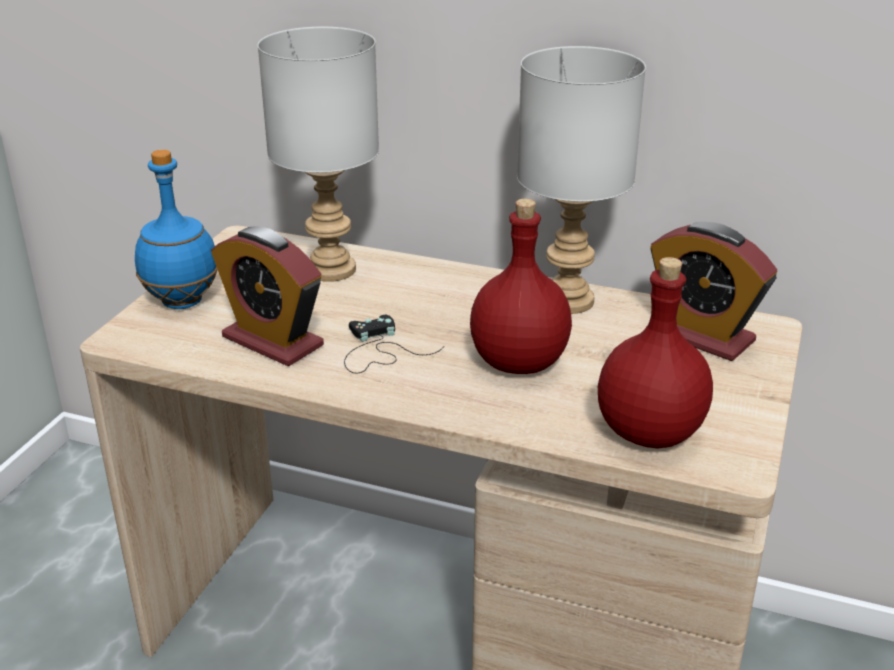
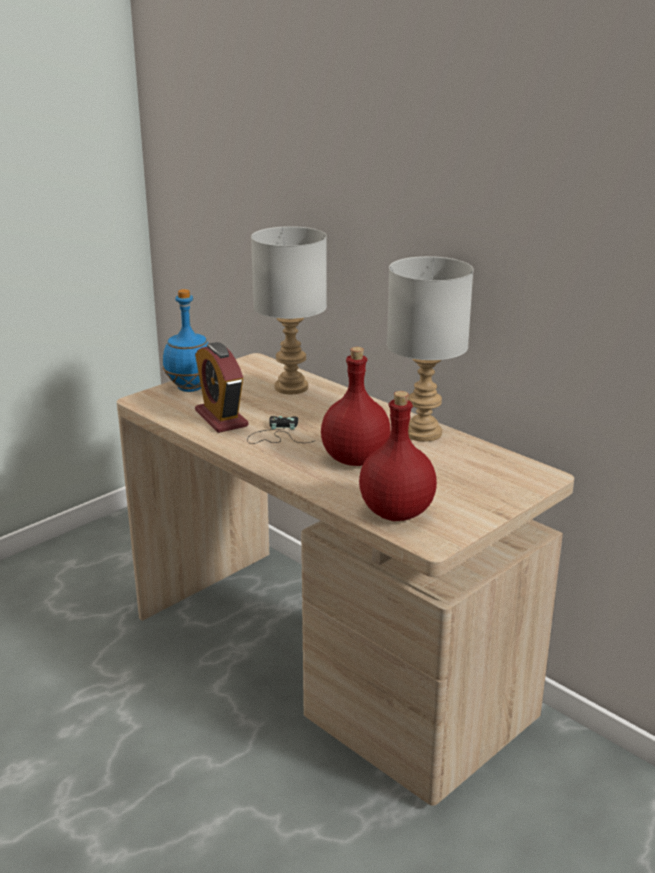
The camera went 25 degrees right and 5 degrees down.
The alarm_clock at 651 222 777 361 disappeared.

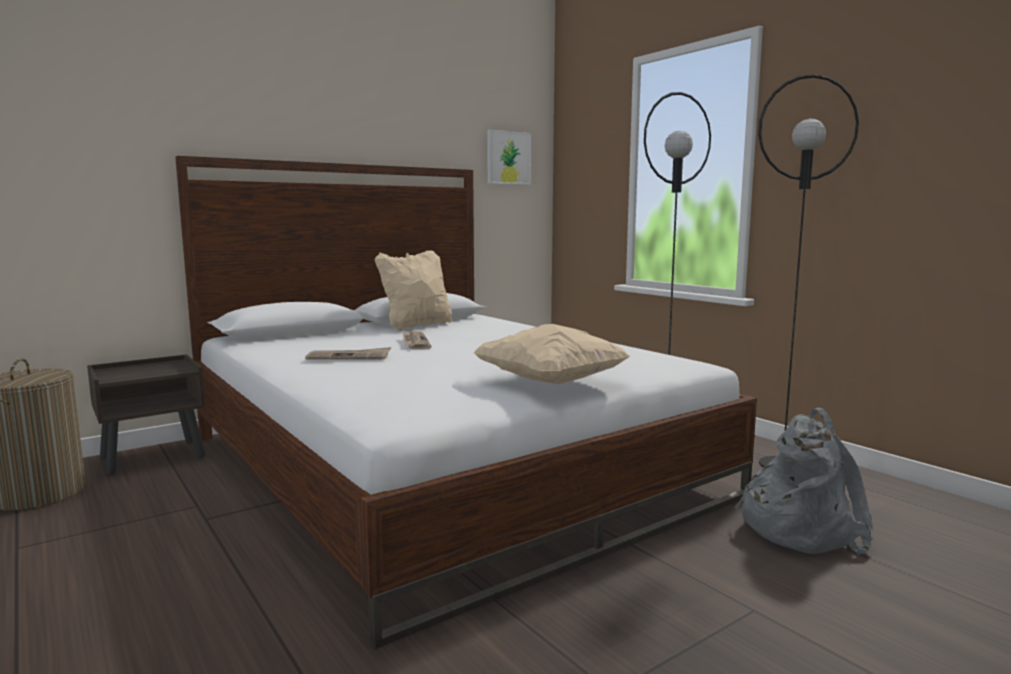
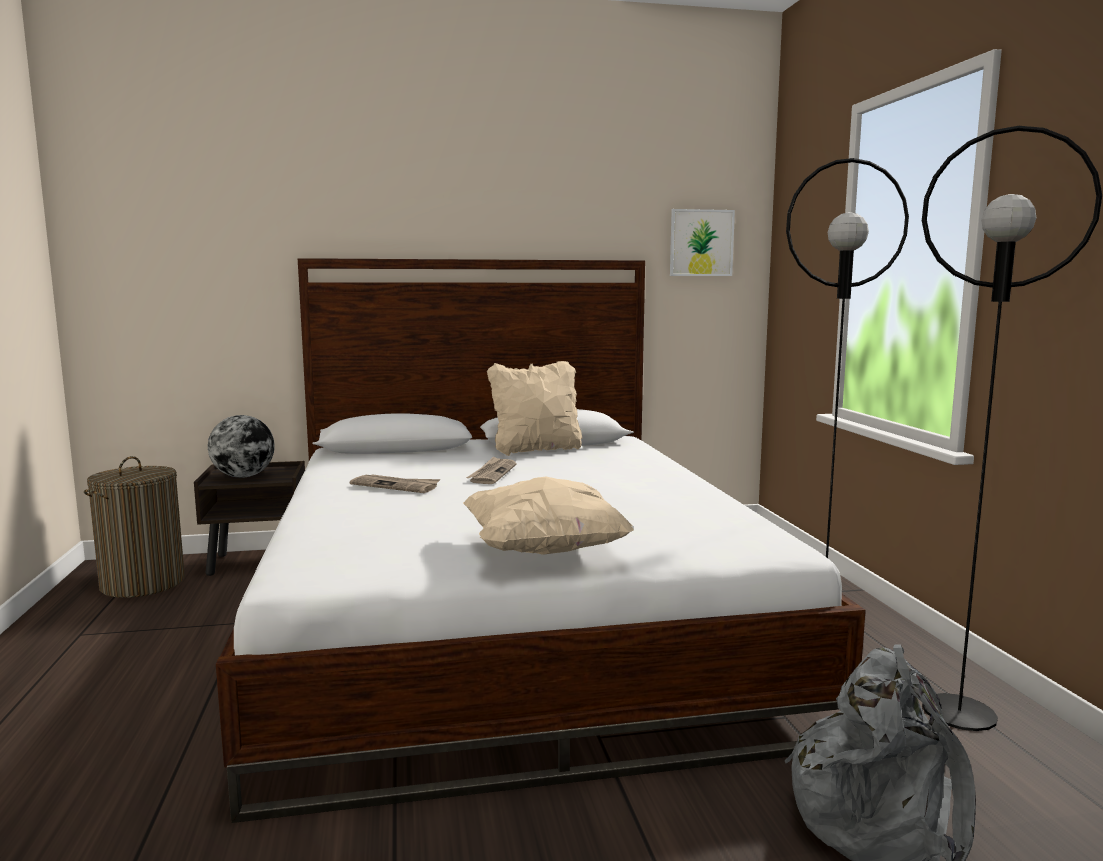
The camera went 25 degrees right and 0 degrees up.
The globe at 208 415 275 478 appeared.

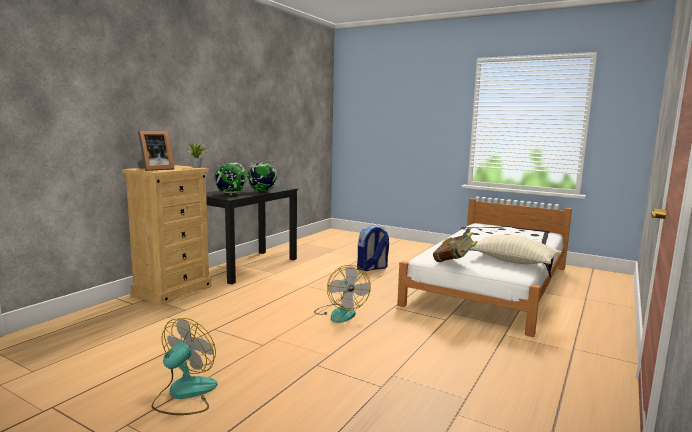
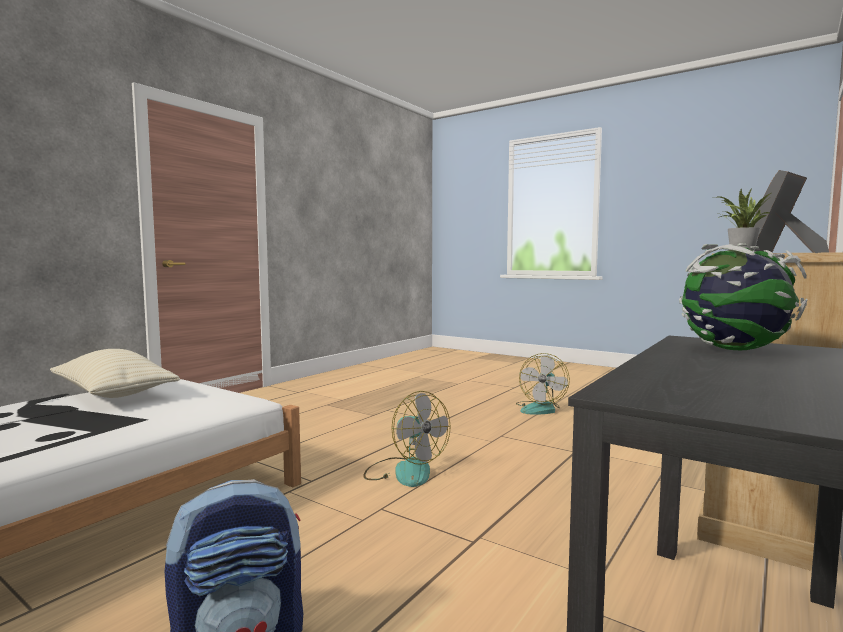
The camera went 175 degrees left and 5 degrees down.
The globe at 247 160 277 192 disappeared.
The fan at 314 265 371 323 turned 150 degrees clockwise.
The book at 433 232 478 262 disappeared.

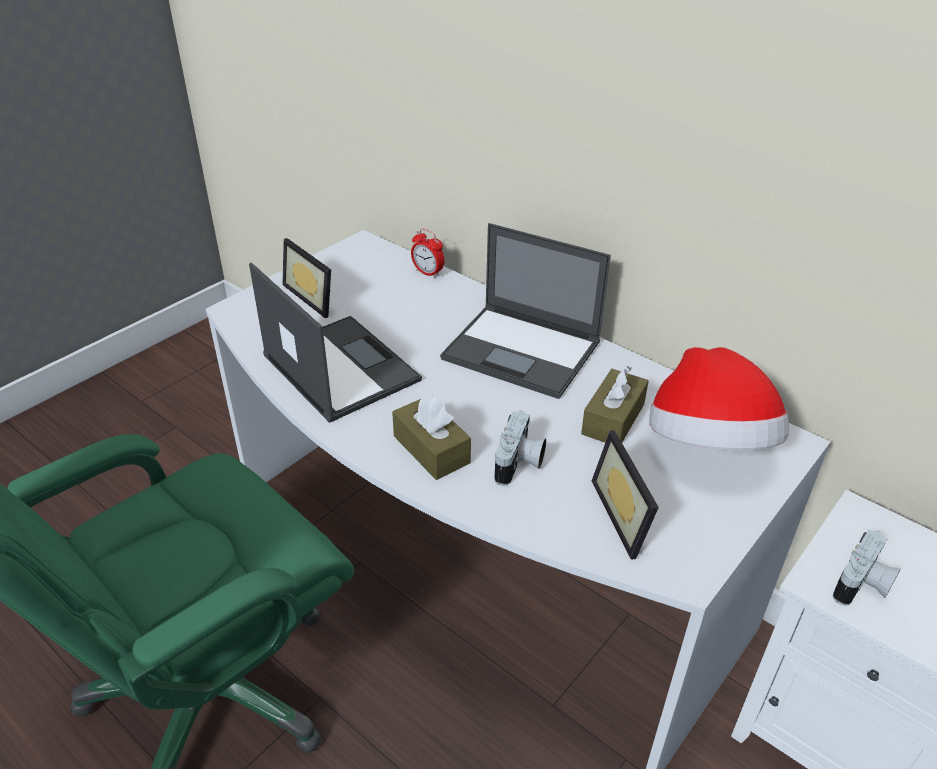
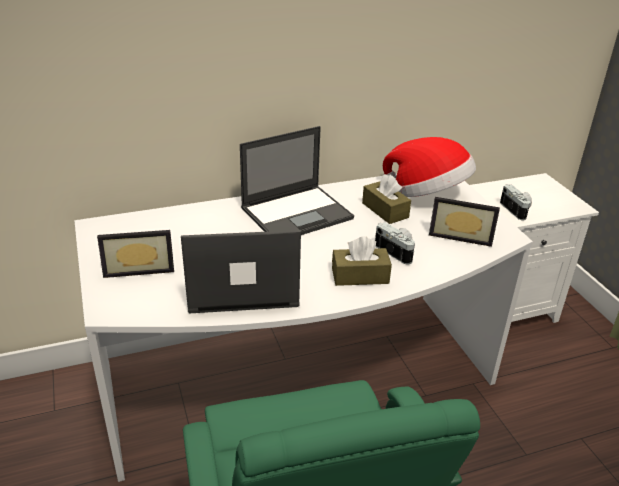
The camera went 60 degrees left and 5 degrees down.
The alarm_clock at 411 228 444 278 disappeared.

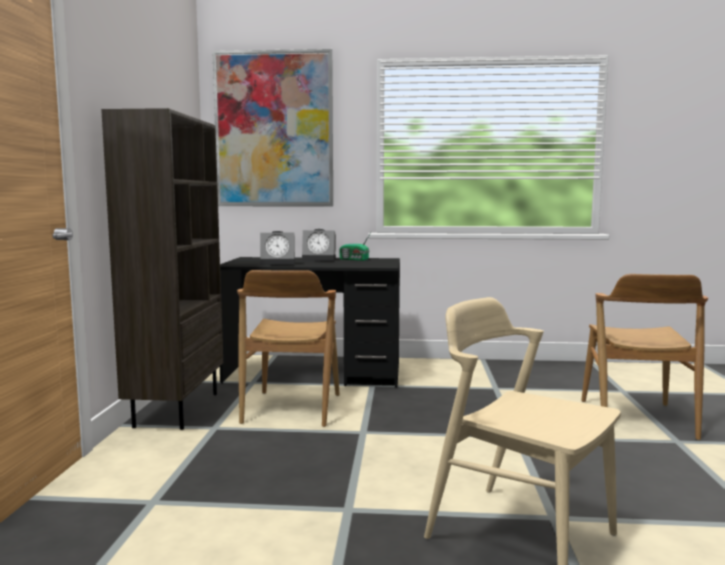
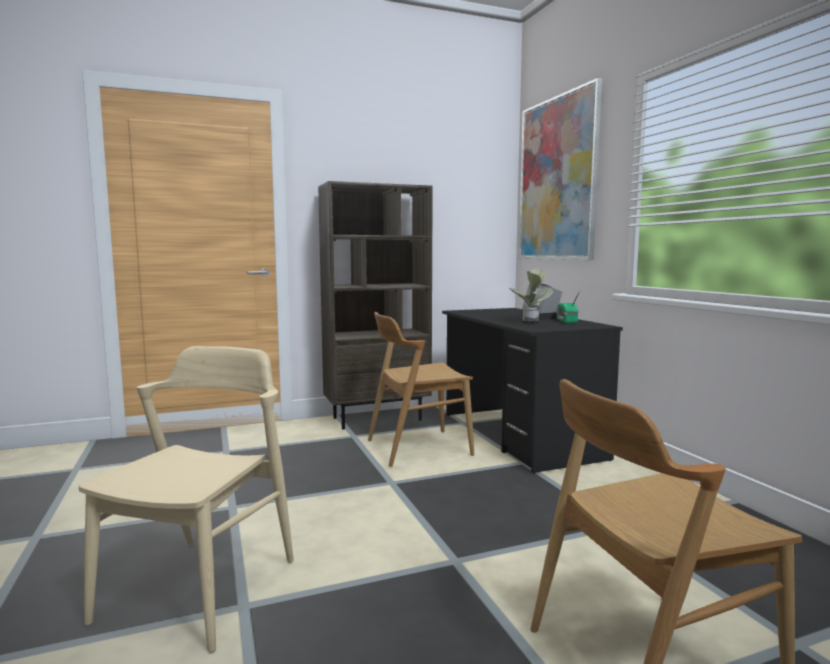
The camera went 65 degrees right and 0 degrees up.
The alarm_clock at 260 231 295 266 disappeared.
The potted_plant at 509 269 553 322 appeared.

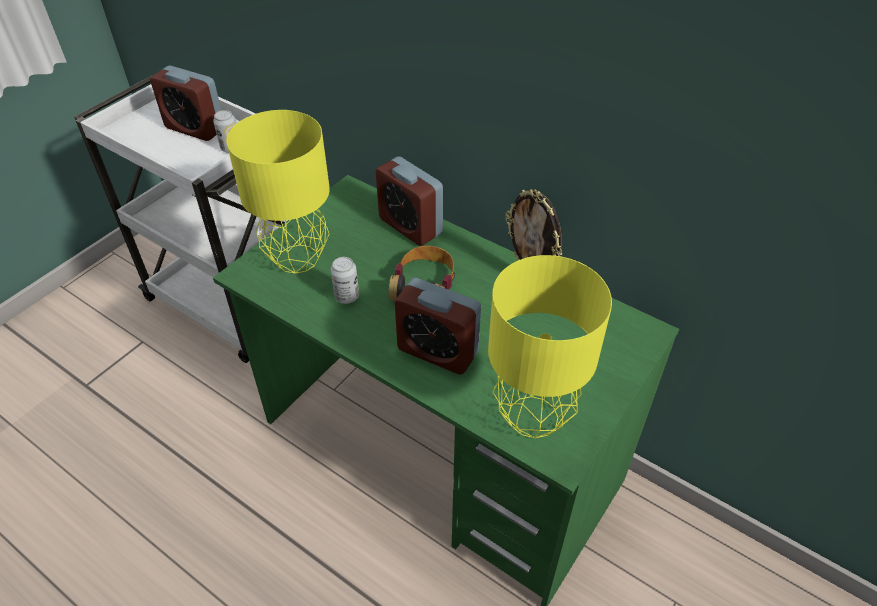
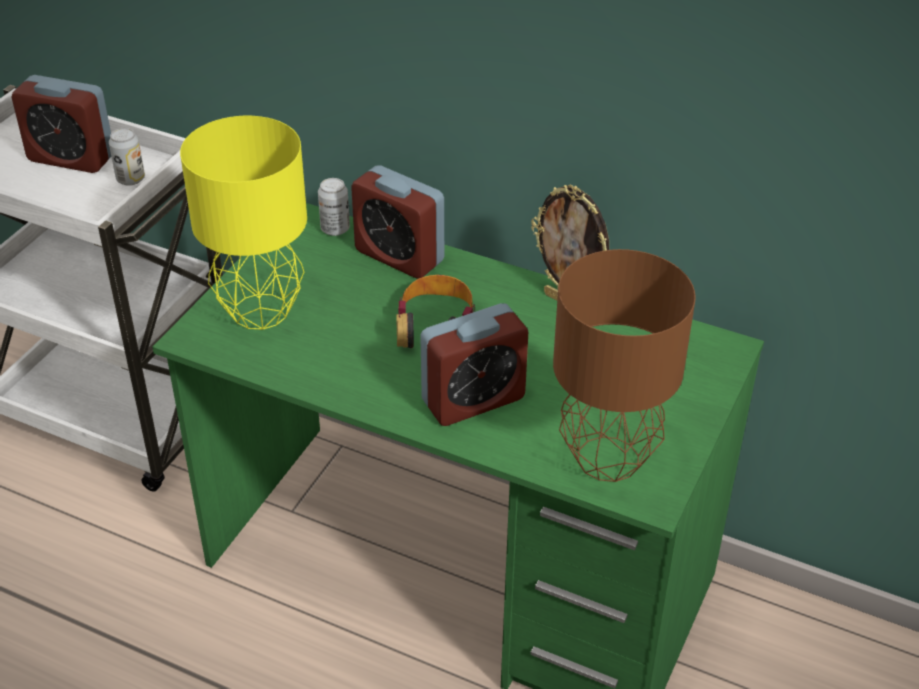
The camera went 10 degrees left and 5 degrees down.
The can moved from 331 257 359 304 to 318 178 350 236.
The alarm_clock at 395 278 481 375 turned 45 degrees counterclockwise.
The yellow_table_lamp at 488 255 612 438 became the brown_table_lamp at 553 249 696 482.

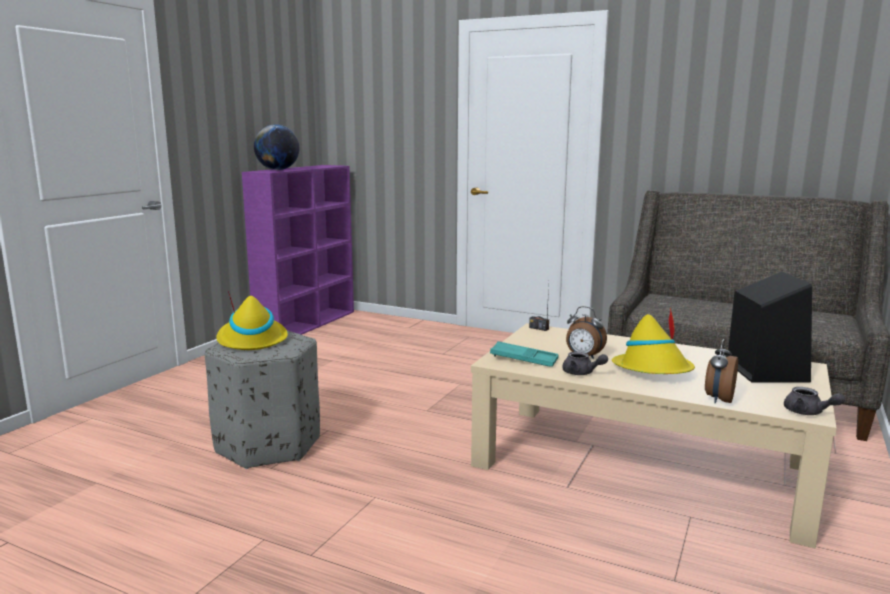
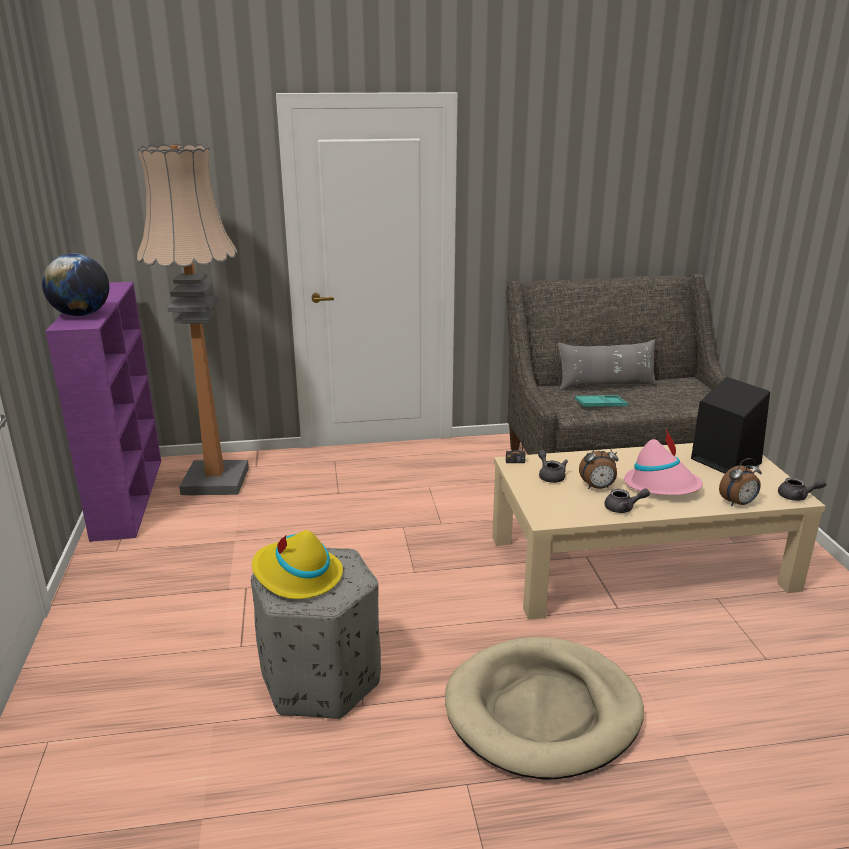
The camera went 35 degrees left and 10 degrees up.
The turquoise_tray moved from 490 341 559 367 to 575 395 628 408.
The yellow_hat at 612 307 695 374 became the pink_hat at 624 429 703 495.
The alarm_clock at 705 339 738 404 turned 105 degrees counterclockwise.
The floor_lamp at 136 144 249 495 appeared.
The beige_dog_bed at 445 637 644 780 appeared.
The grey_teapot at 538 450 568 483 appeared.
The grey_pillow at 558 339 657 391 appeared.

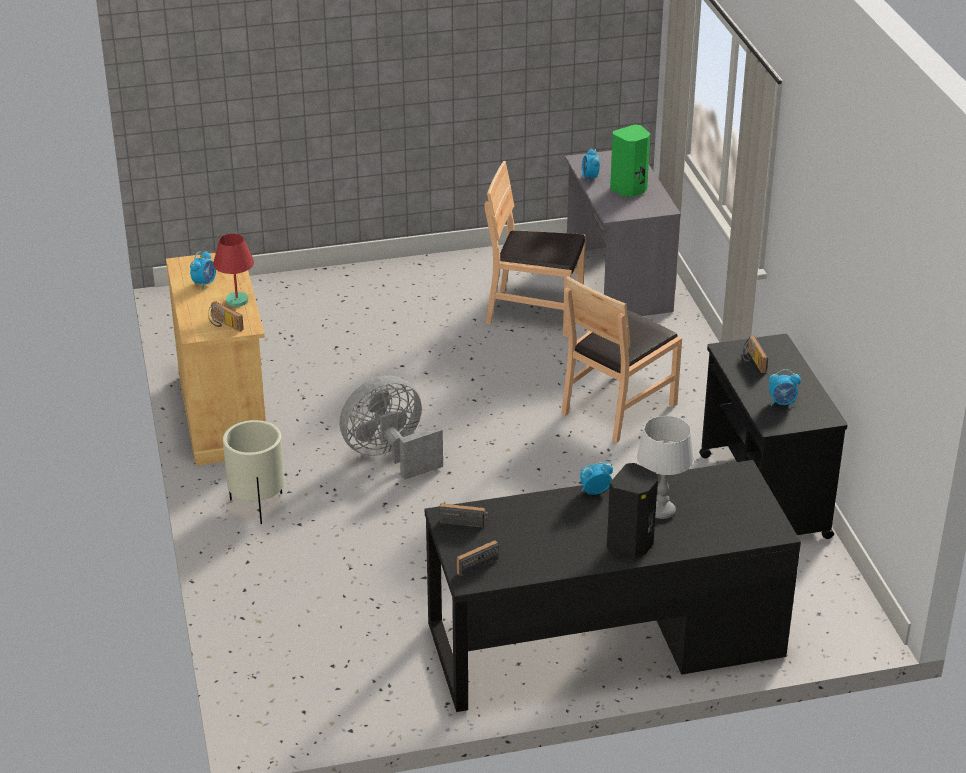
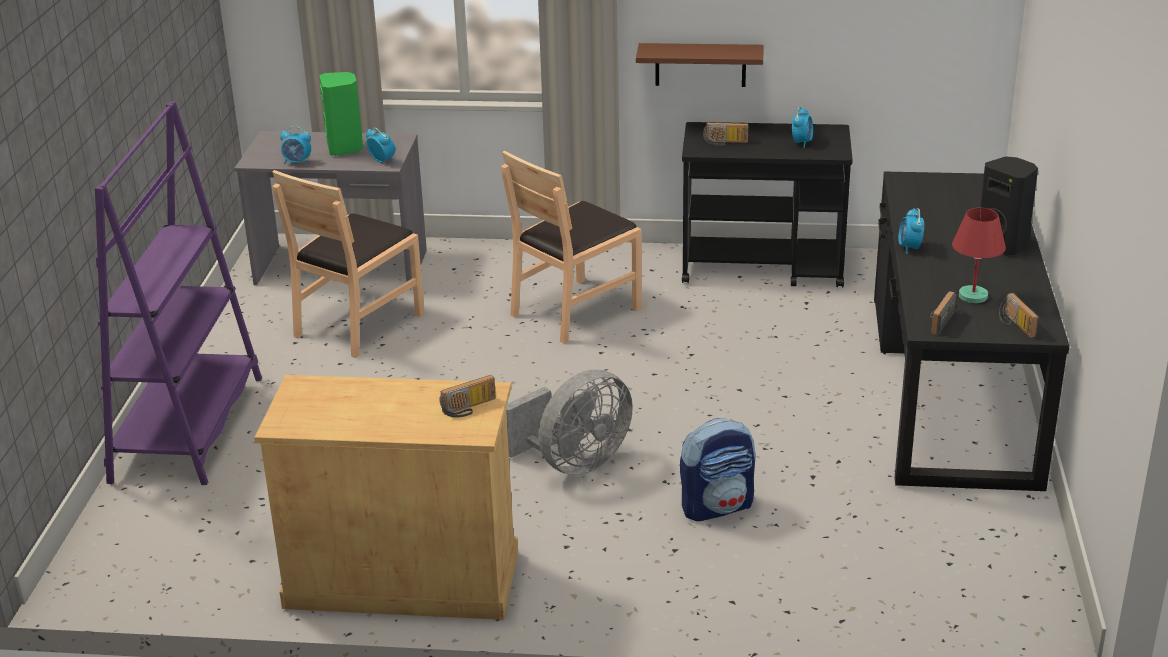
The camera went 70 degrees left and 5 degrees down.
The alarm_clock moved from 190 251 216 290 to 366 128 395 163.
The red_table_lamp moved from 213 234 254 307 to 952 208 1006 303.
The beige_planter at 223 420 285 524 disappeared.
The grey_fan at 340 376 443 480 turned 120 degrees counterclockwise.
The brown_chair at 561 276 682 443 turned 75 degrees clockwise.
The grey_table_lamp at 637 416 694 519 disappeared.
The purple_bookcase at 95 101 262 485 appeared.
The brown_shelf at 636 43 764 87 appeared.
The backpack at 680 418 755 521 appeared.

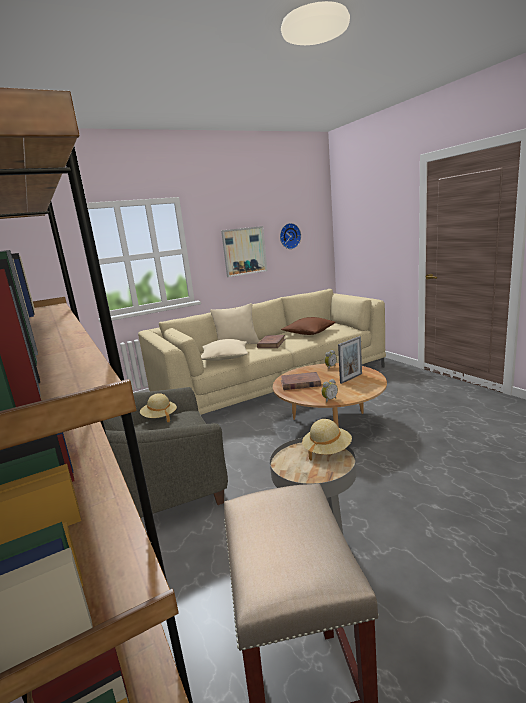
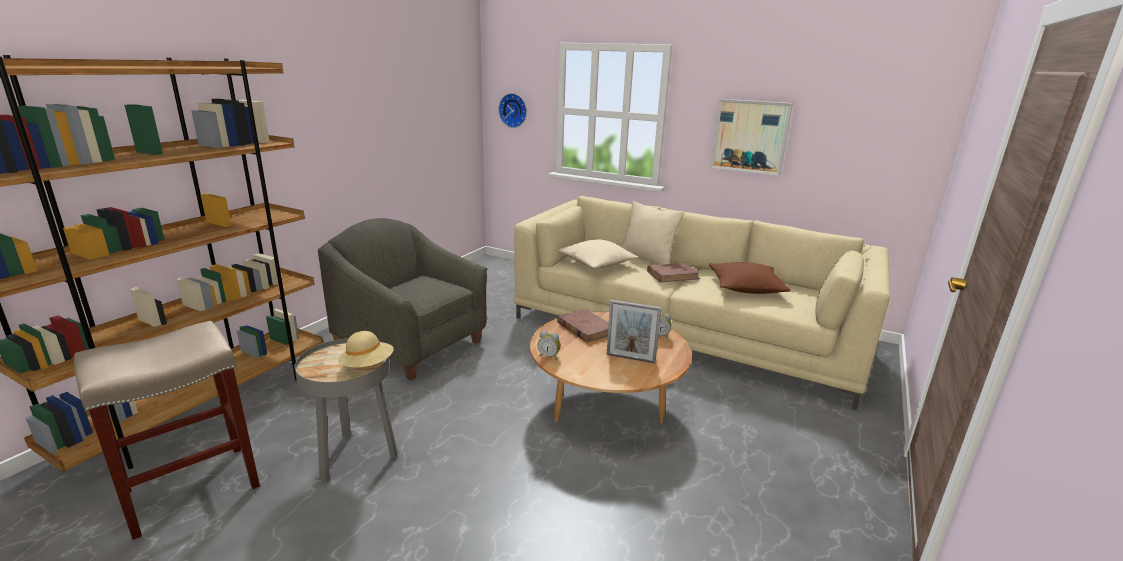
The camera went 55 degrees right and 5 degrees up.
The beige_hat at 140 393 177 422 disappeared.
The wall_clock moved from 280 223 301 249 to 499 93 527 128.

